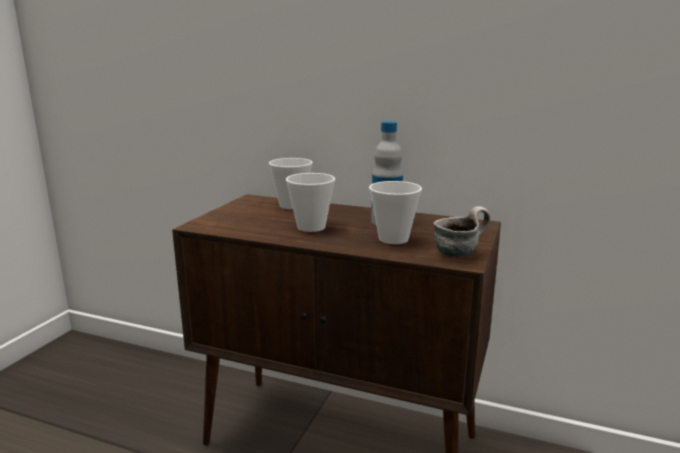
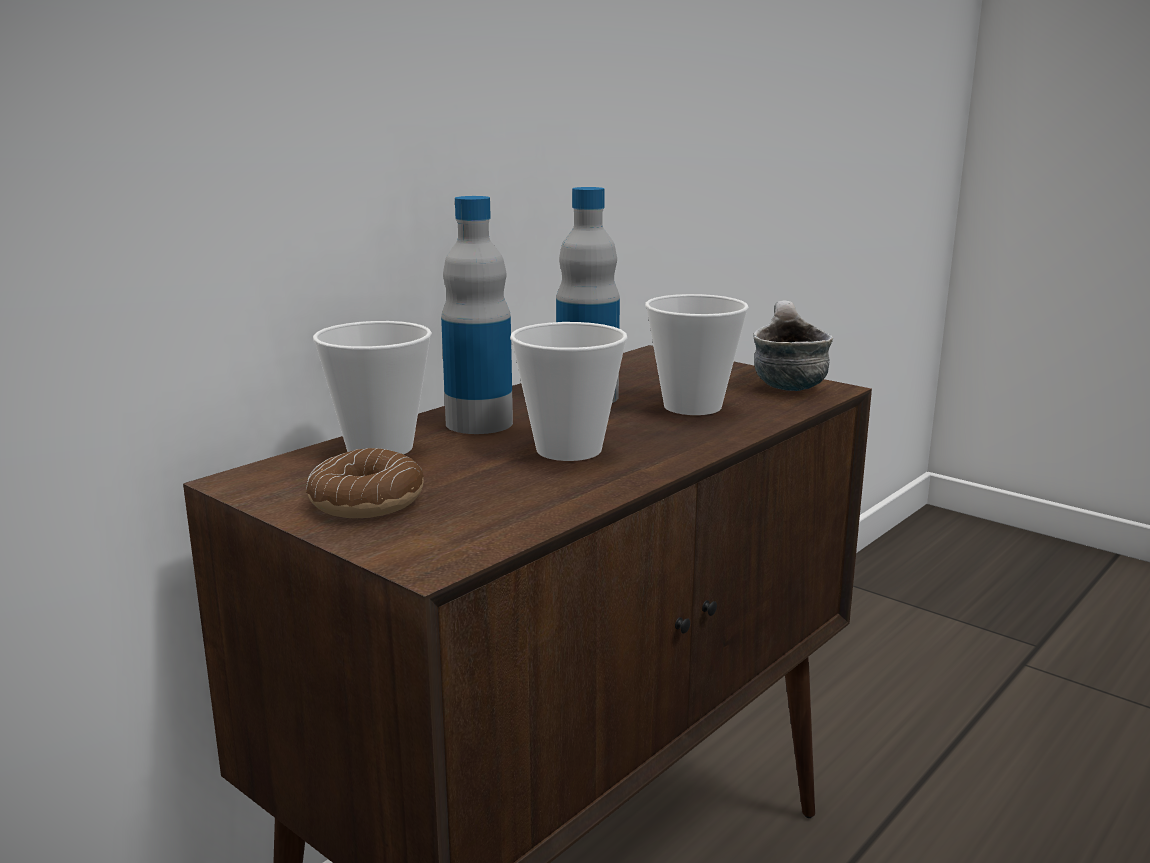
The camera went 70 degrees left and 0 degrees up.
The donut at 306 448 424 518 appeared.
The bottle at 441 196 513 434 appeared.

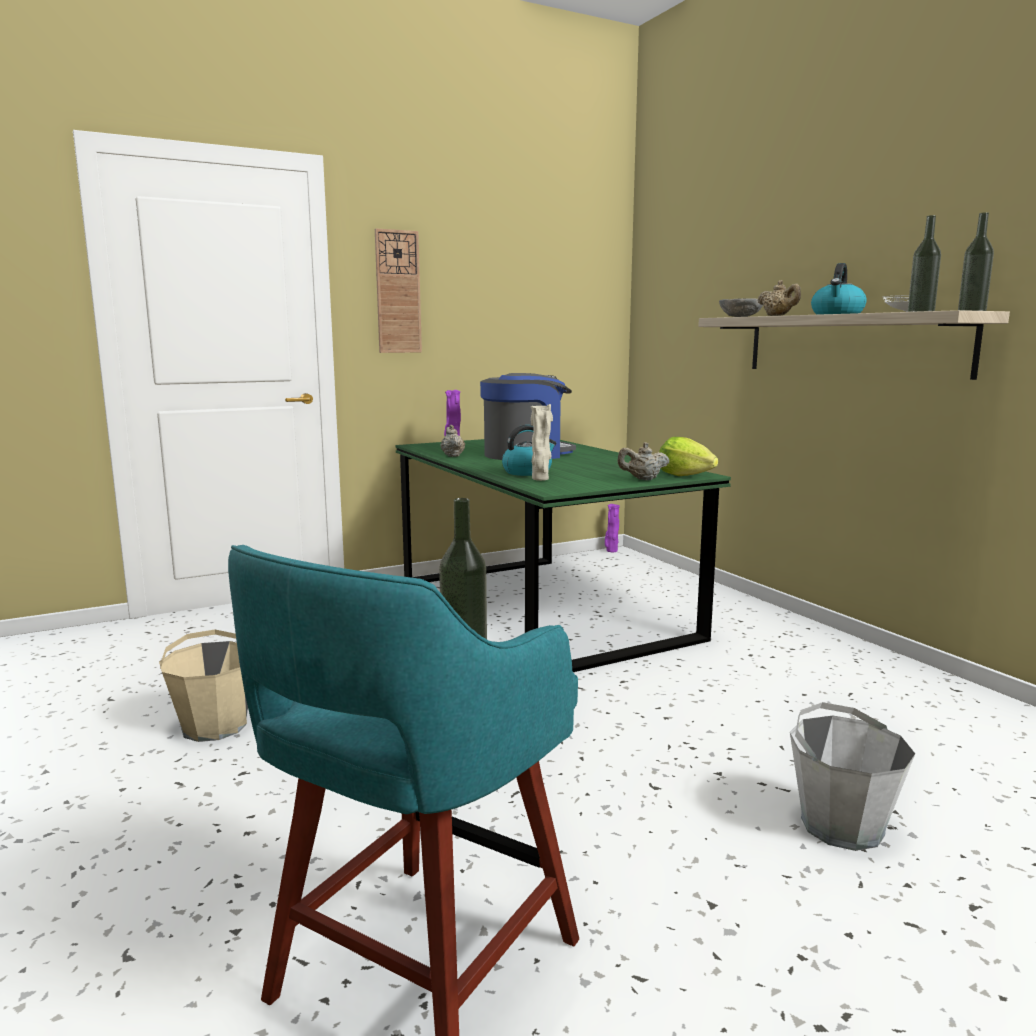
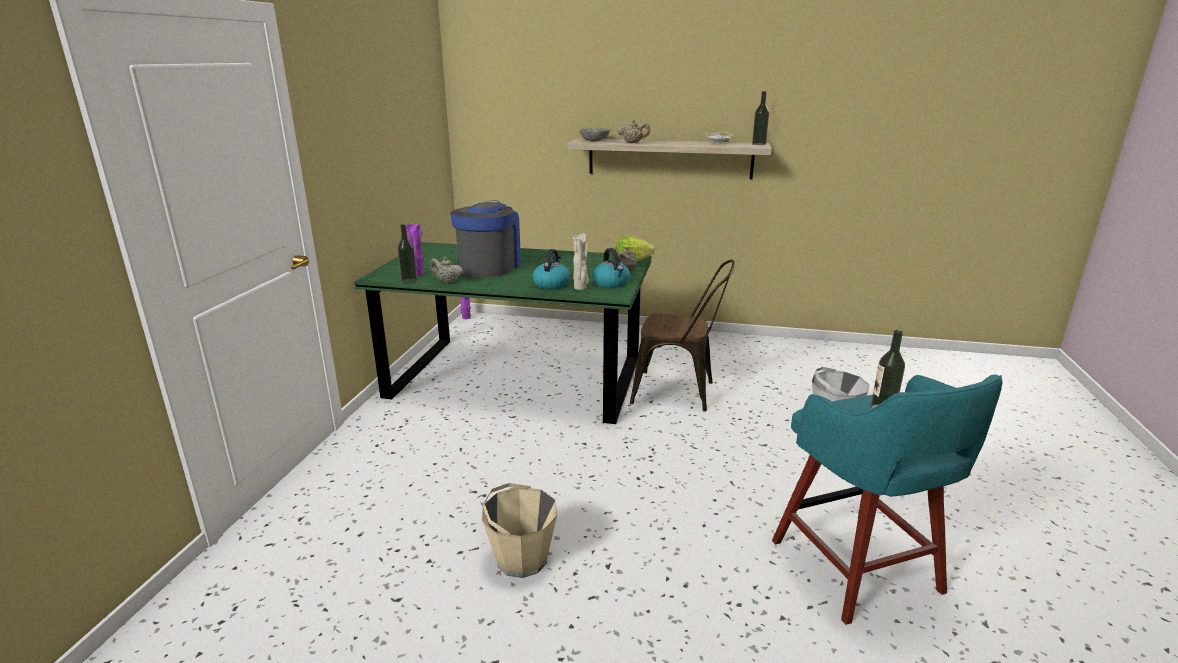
The camera went 50 degrees left and 10 degrees up.
The wall_clock at 375 228 422 353 disappeared.
The kettle moved from 811 263 867 315 to 593 248 630 288.
The bottle moved from 908 215 941 312 to 397 224 417 284.
The brown_chair at 630 260 735 411 appeared.

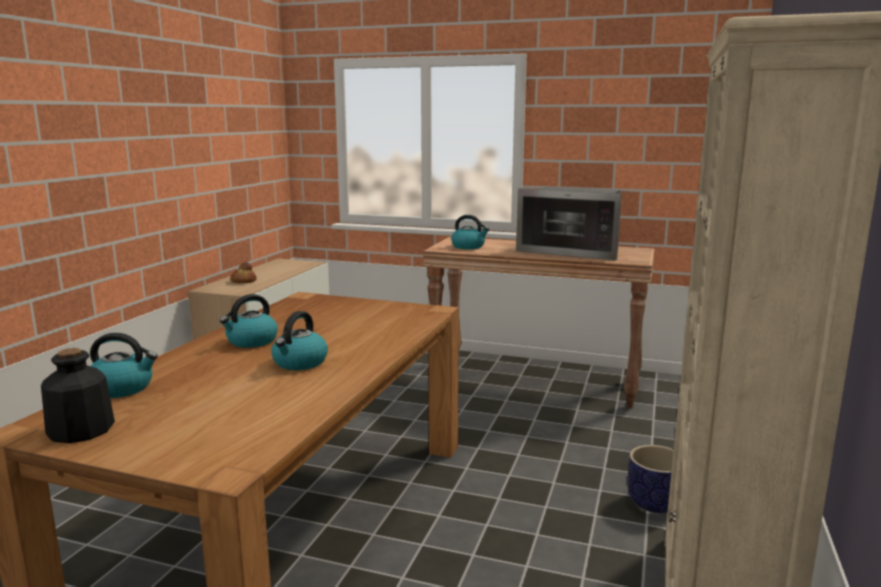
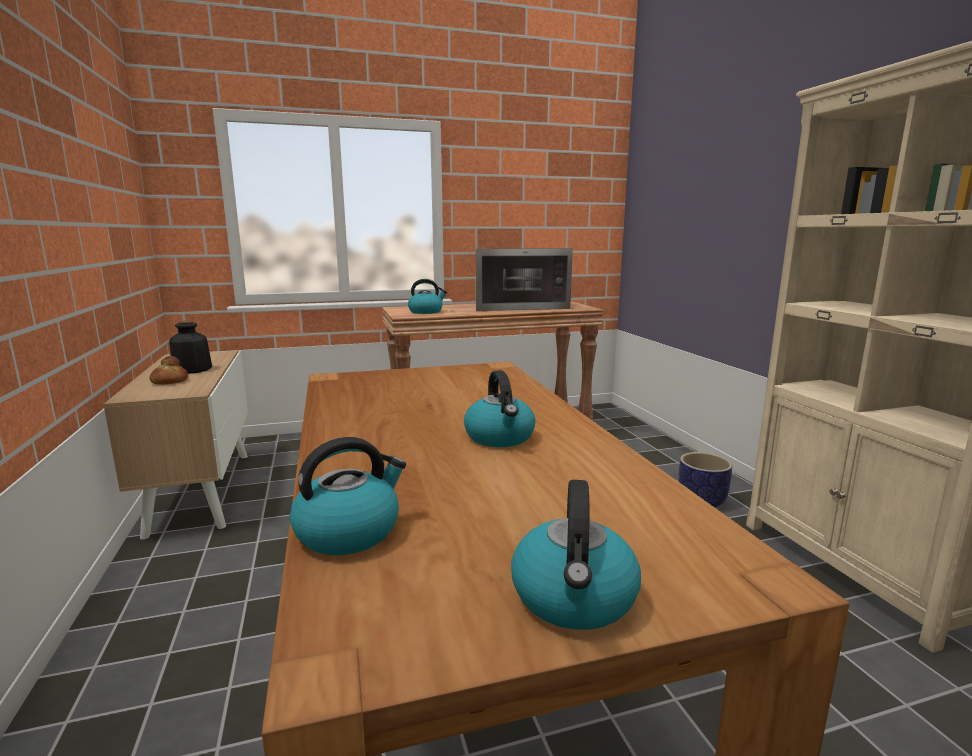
The camera went 35 degrees left and 0 degrees up.
The bottle moved from 41 348 115 443 to 169 321 212 374.
The kettle moved from 220 294 278 348 to 511 480 641 630.

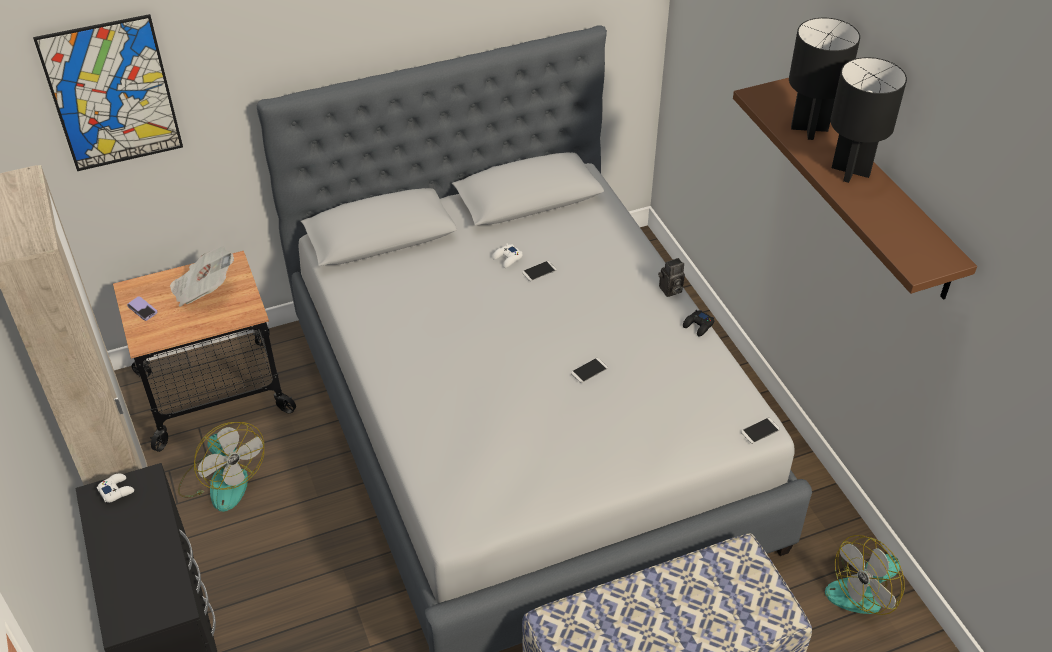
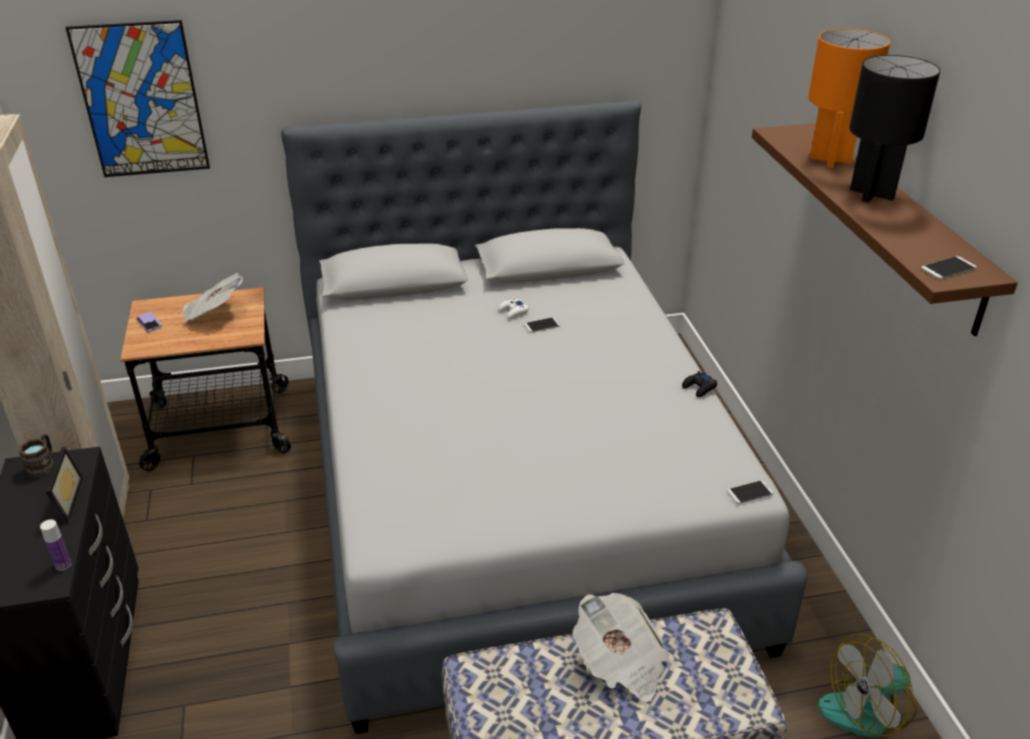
The camera went 10 degrees right and 10 degrees down.
The white_game_controller at 97 474 134 503 was replaced by the brown_mug at 19 434 55 478.
The fan at 178 422 264 512 disappeared.
The phone moved from 571 358 608 383 to 921 256 977 279.
The photo_camera at 658 258 685 297 disappeared.
The black_table_lamp at 789 18 860 140 became the orange_table_lamp at 808 29 890 168.
The bottle at 40 519 72 571 appeared.
The picture_frame at 45 447 83 524 appeared.
The newspaper at 573 593 669 702 appeared.

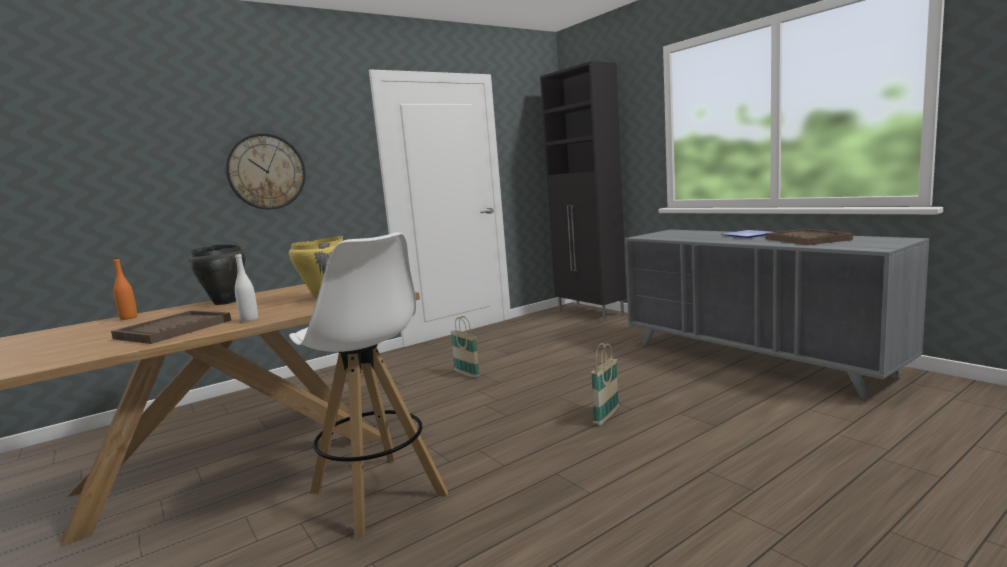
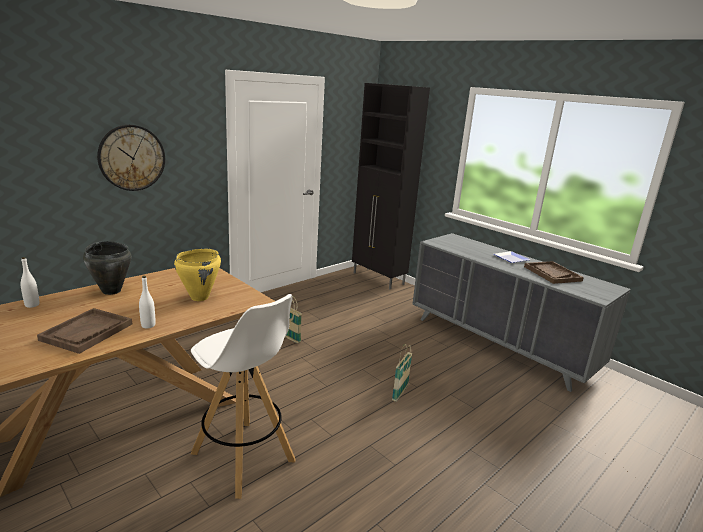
The camera went 10 degrees left and 10 degrees up.
The orange_bottle at 113 258 137 320 became the white_bottle at 20 257 40 308.

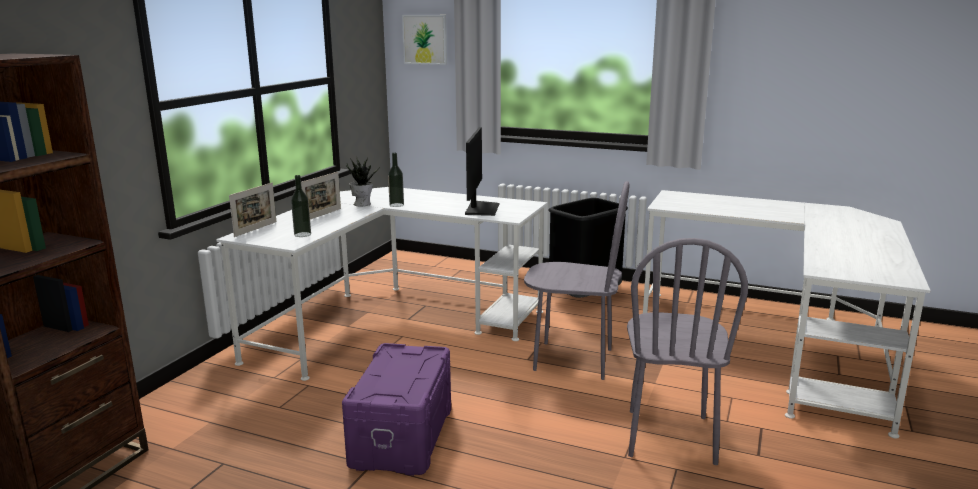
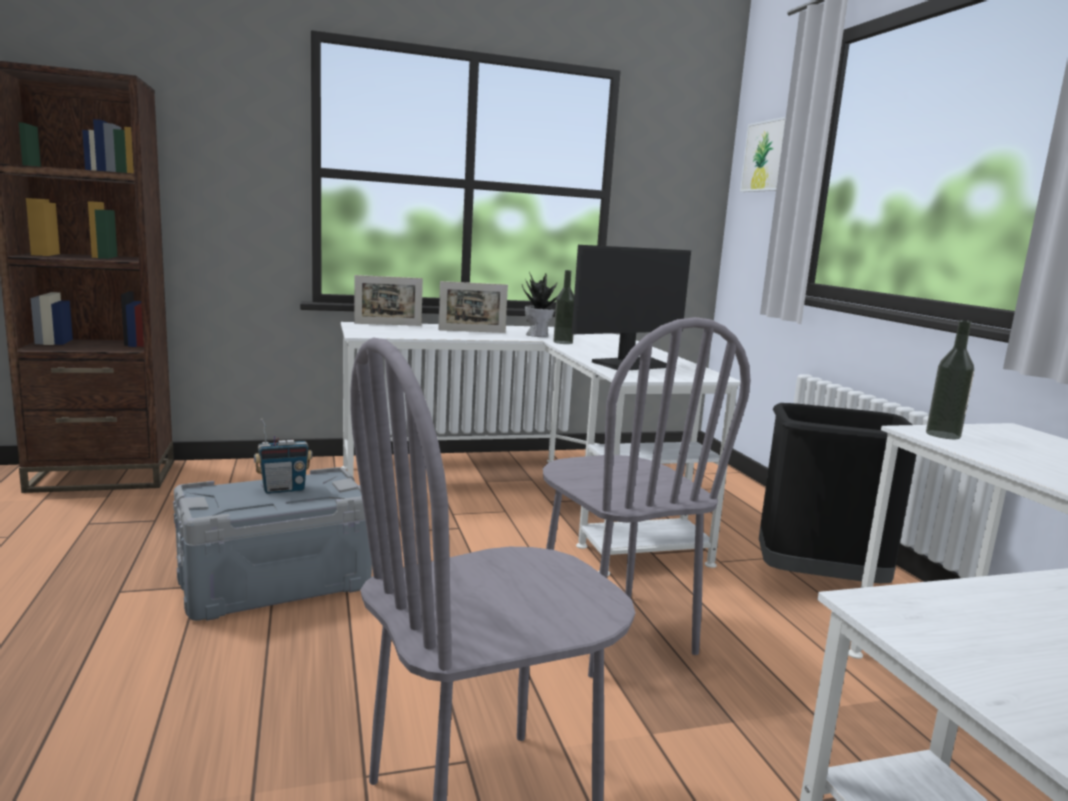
The camera went 50 degrees right and 5 degrees down.
The bottle moved from 291 175 311 237 to 926 320 974 439.
The purple_storage_box at 342 343 451 476 became the grey_storage_box at 173 467 372 621.
The radio at 254 418 312 494 appeared.

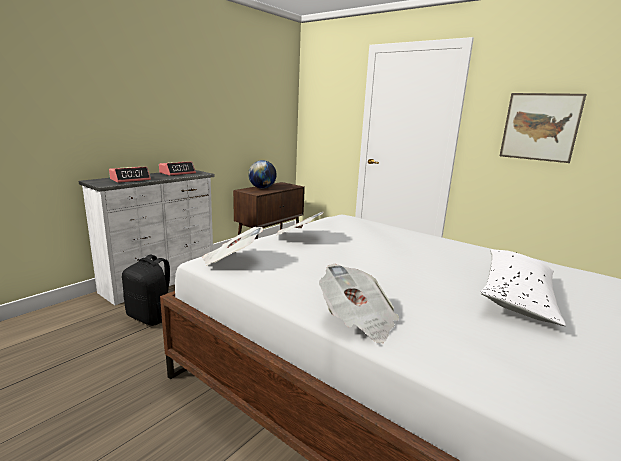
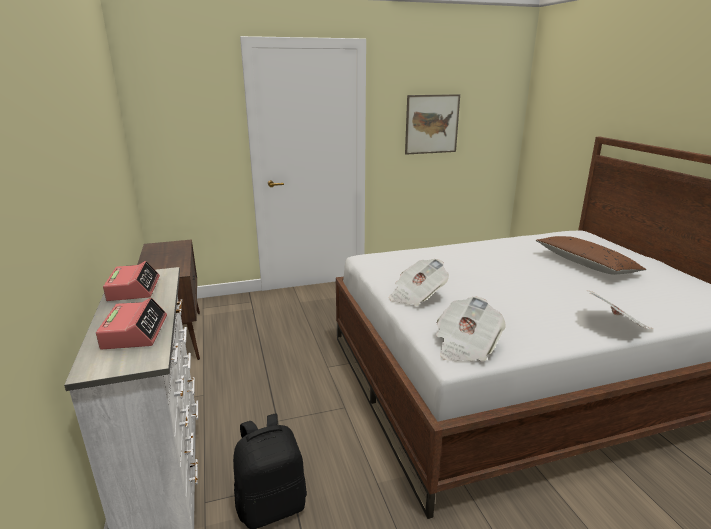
The camera went 55 degrees left and 5 degrees up.
The globe at 248 160 277 189 disappeared.
The white_pillow at 480 249 566 326 became the brown_pillow at 536 236 646 275.

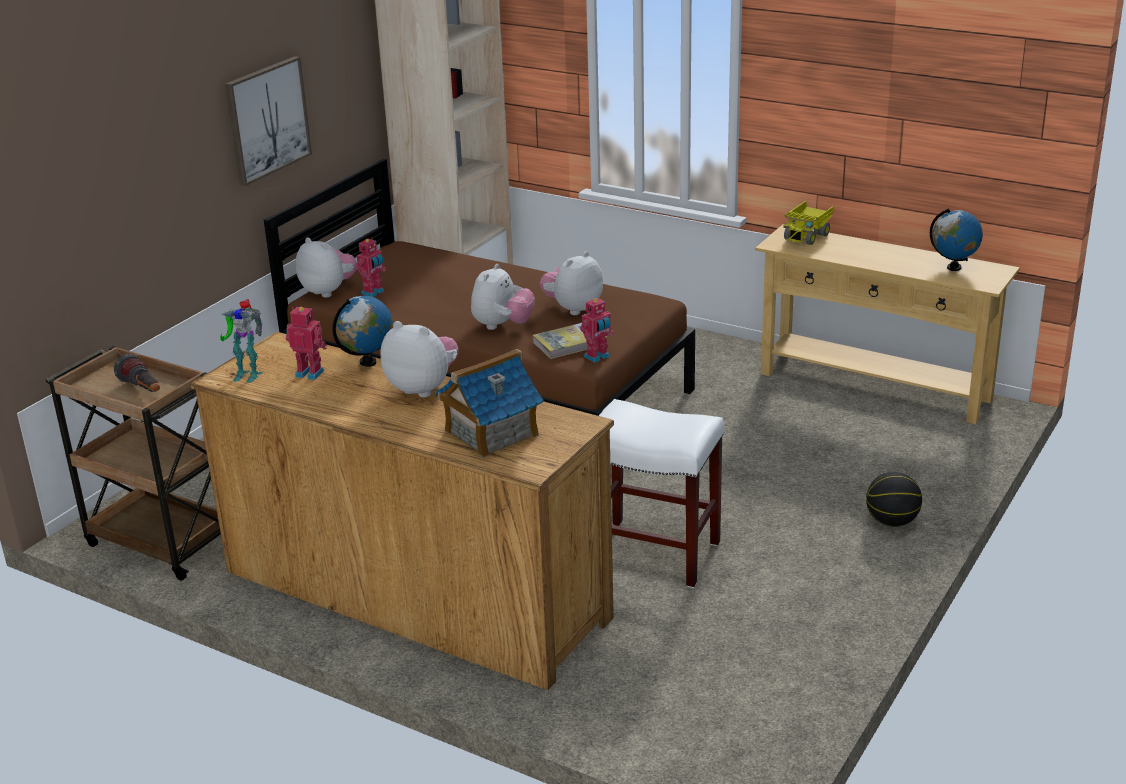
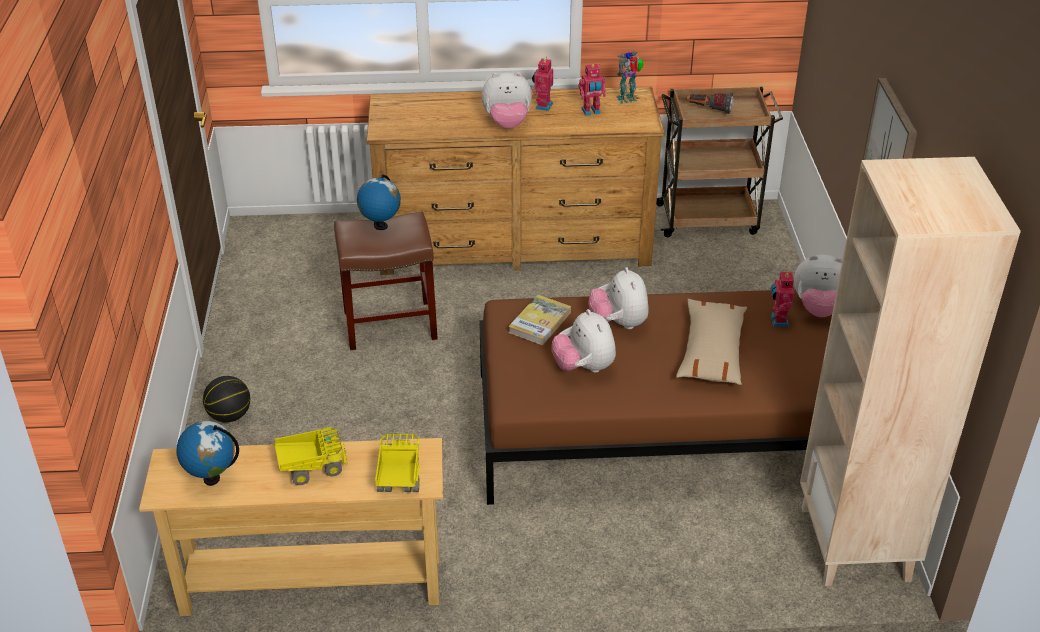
The camera went 145 degrees right and 10 degrees up.
The globe moved from 333 296 393 367 to 357 174 401 230.
The toy_house at 435 349 543 458 disappeared.
The plush_toy at 539 252 603 315 turned 150 degrees clockwise.
The toy_robot moved from 580 297 614 363 to 532 57 553 111.
The white_stool at 599 399 724 588 became the brown_stool at 334 212 438 350.
The toy_truck at 275 427 347 485 appeared.
The beige_pillow at 676 299 747 385 appeared.

